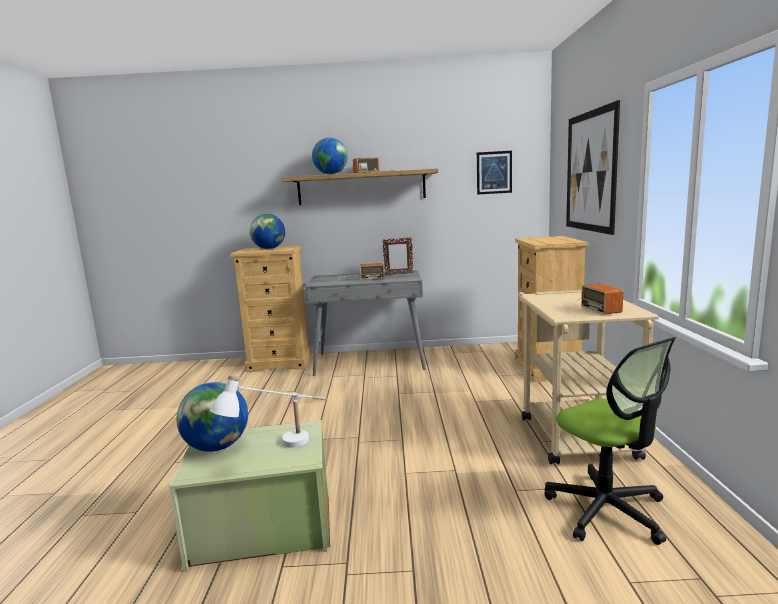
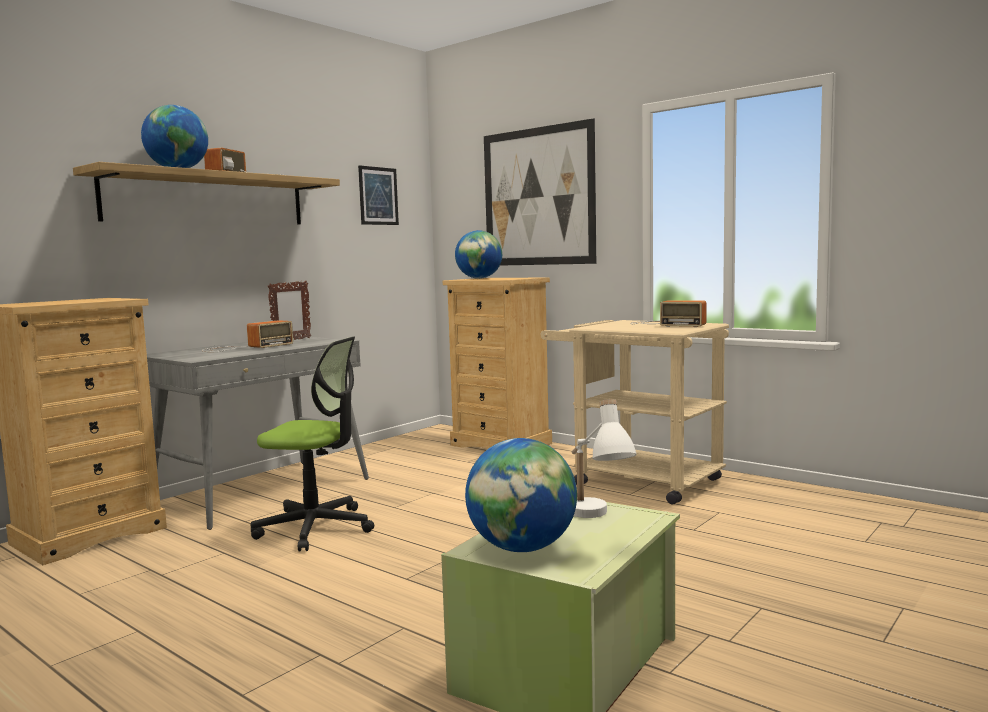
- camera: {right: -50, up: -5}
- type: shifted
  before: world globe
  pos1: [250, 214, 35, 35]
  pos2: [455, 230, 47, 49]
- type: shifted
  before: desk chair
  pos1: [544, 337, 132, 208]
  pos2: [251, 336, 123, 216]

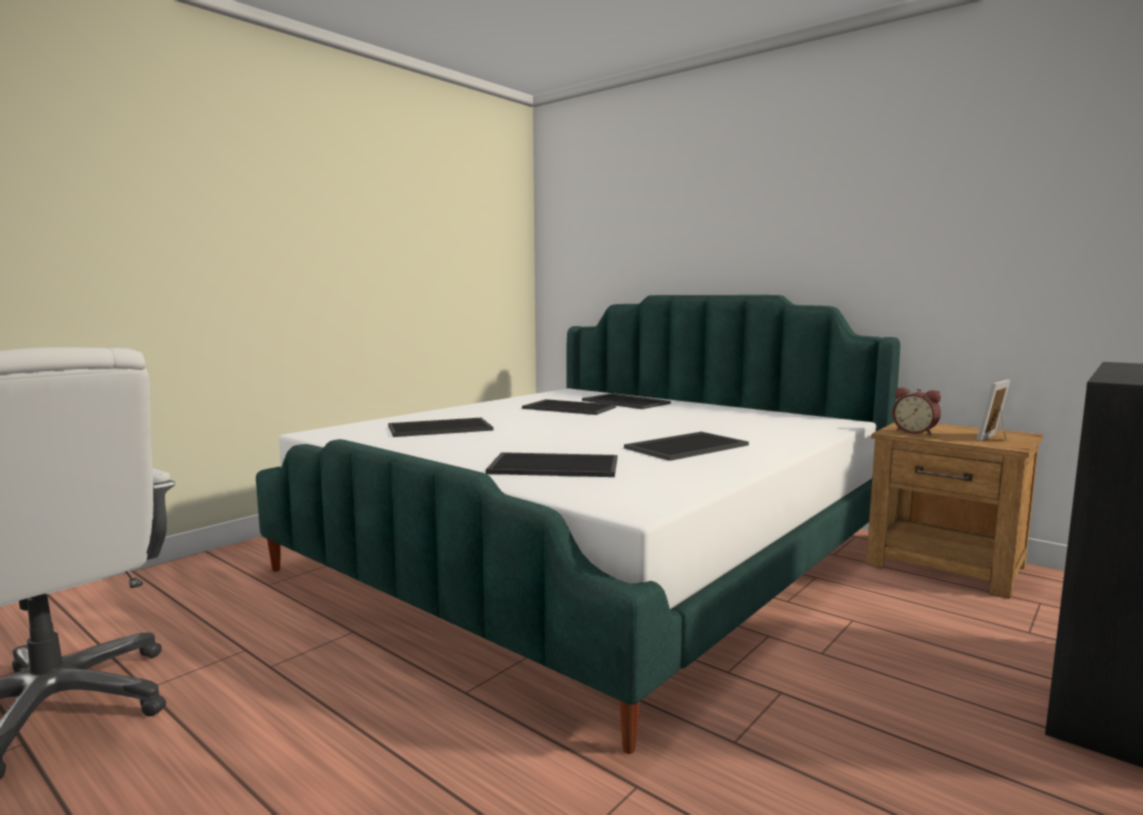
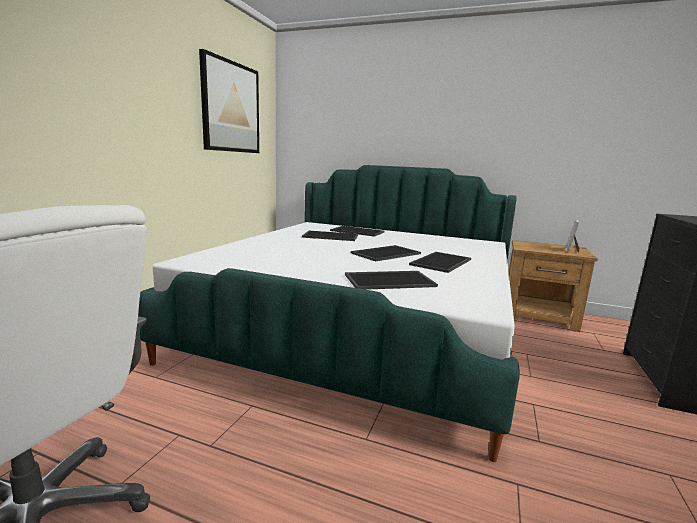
- camera: {right: -20, up: 5}
- type: shifted
  before: tray
  pos1: [388, 418, 105, 19]
  pos2: [351, 245, 70, 16]
- type: gone
  before: bedside clock
  pos1: [892, 387, 49, 48]
- type: new
  after: wall art
  pos2: [199, 49, 60, 104]

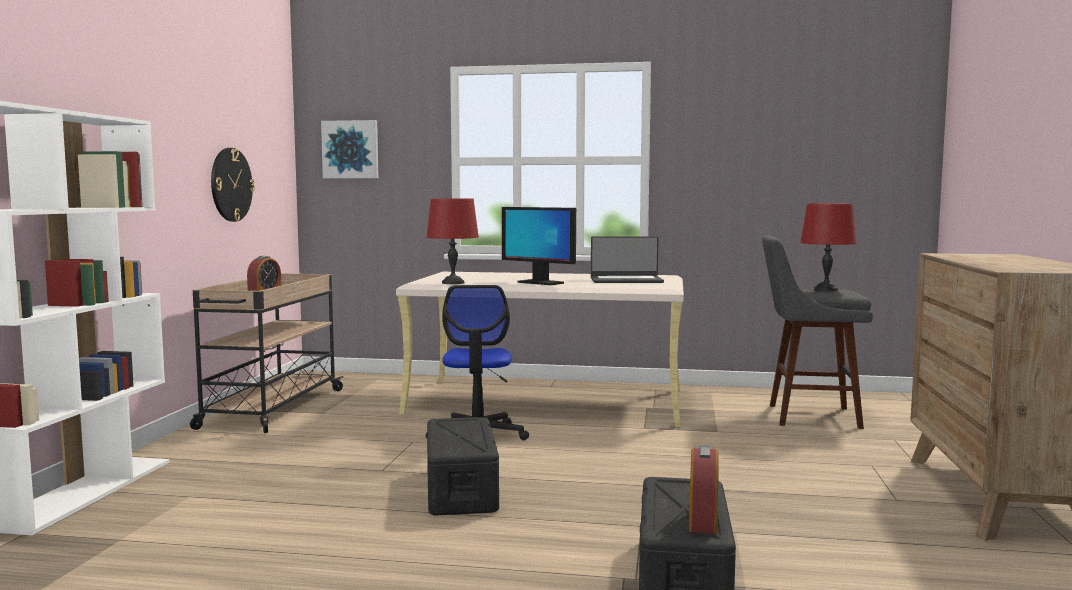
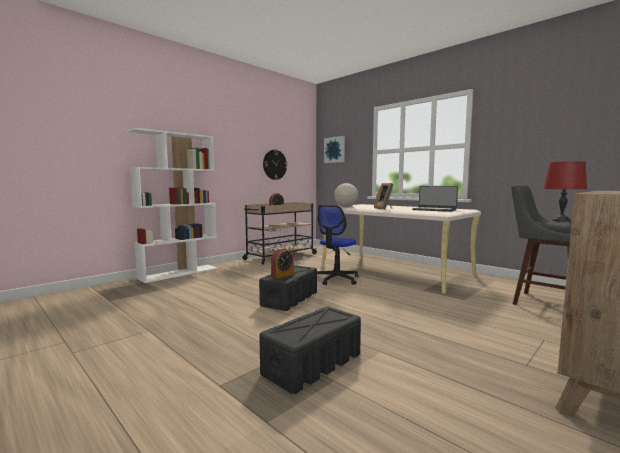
- camera: {right: 35, up: 0}
- type: swapped
  before: table lamp in red-coloured
  after: world globe
  pos1: [426, 199, 53, 85]
  pos2: [334, 183, 24, 24]
- type: swapped
  before: computer screen
  after: standing frame
  pos1: [502, 207, 74, 78]
  pos2: [374, 183, 20, 27]
- type: shifted
  before: bedside clock
  pos1: [689, 445, 30, 89]
  pos2: [271, 248, 23, 31]

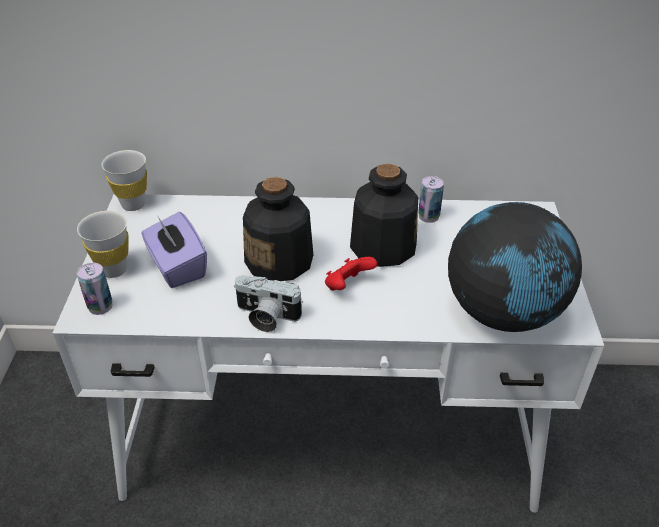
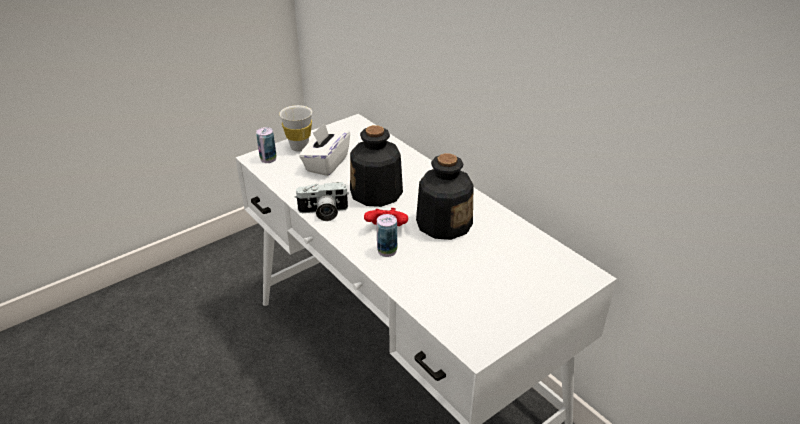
- camera: {right: 50, up: -5}
- type: gone
  before: cup in white-coloured
  pos1: [101, 150, 46, 61]
- type: repainted
  before: tissue holder in purplish
  after: tissue holder in white-coloured
  pos1: [141, 212, 66, 76]
  pos2: [299, 123, 51, 53]
- type: rotated
  before: photo camera
  pos1: [234, 275, 69, 57]
  pos2: [295, 182, 54, 39]
  turn: -75
- type: shifted
  before: sealed can
  pos1: [418, 176, 26, 47]
  pos2: [376, 214, 21, 43]
- type: gone
  before: world globe
  pos1: [448, 202, 134, 130]

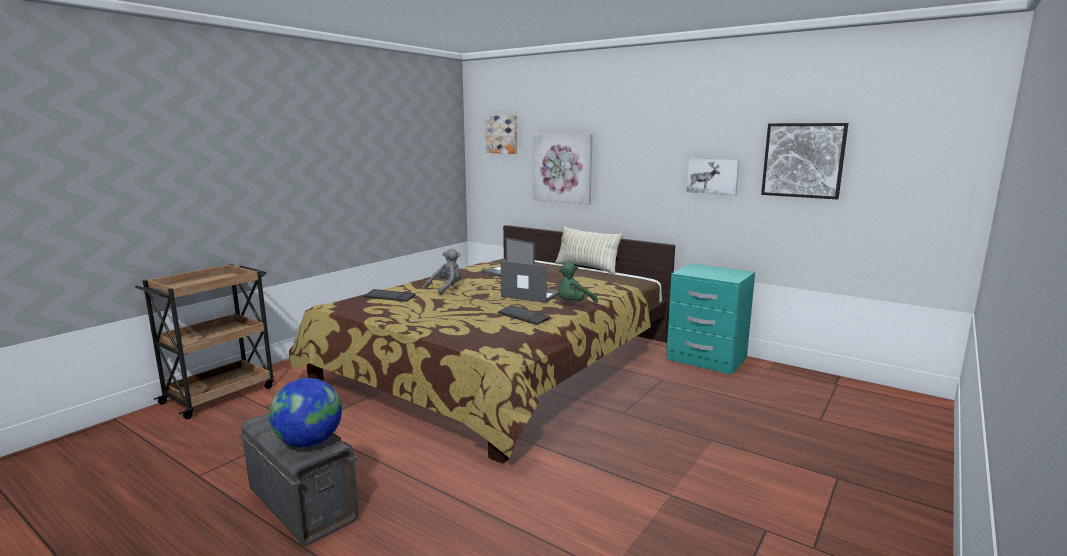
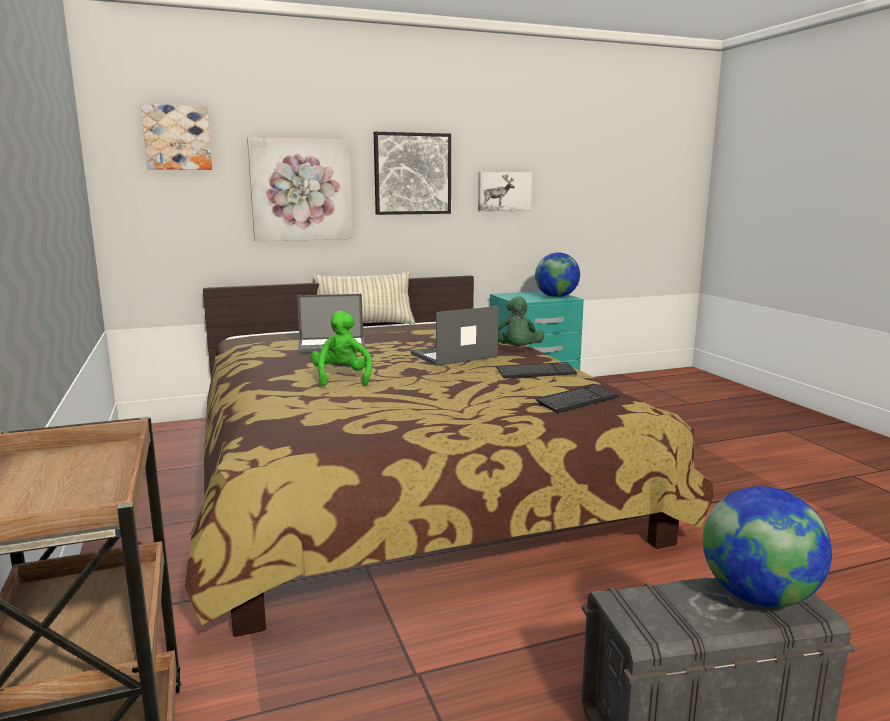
- camera: {right: -55, up: 0}
- type: shifted
  before: computer keyboard
  pos1: [364, 289, 51, 13]
  pos2: [536, 384, 83, 29]
- type: repainted
  before: soft toy in grey
  after: soft toy in green-coloured
  pos1: [424, 249, 37, 46]
  pos2: [311, 311, 61, 75]
- type: shifted
  before: wall art
  pos1: [761, 123, 87, 76]
  pos2: [374, 132, 77, 83]
- type: new
  after: world globe
  pos2: [535, 253, 45, 44]

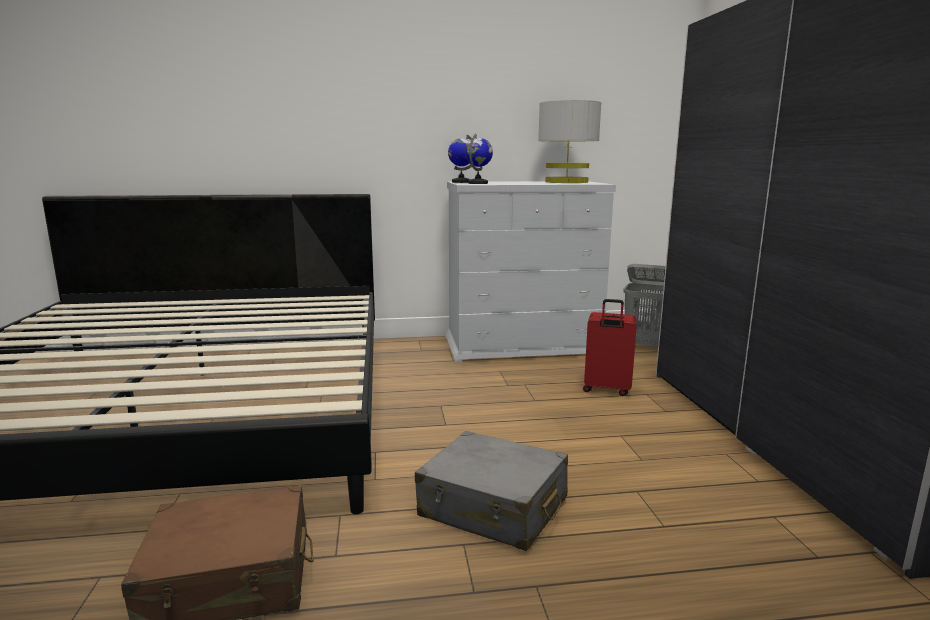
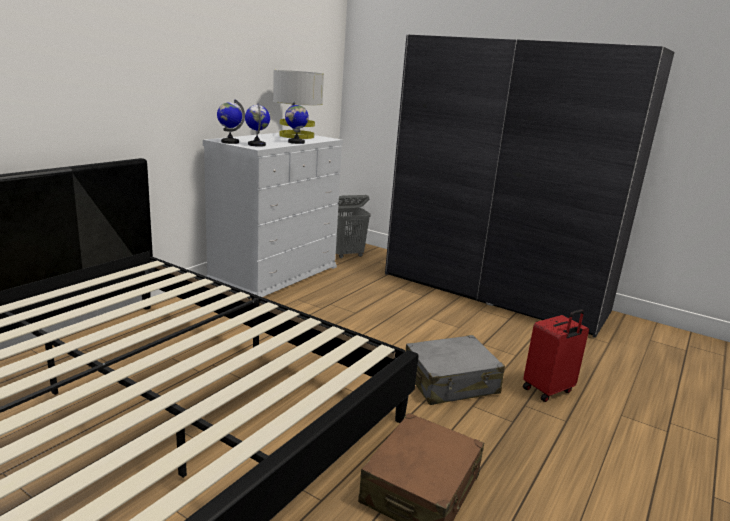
- camera: {right: -50, up: 5}
- type: shifted
  before: suitcase in red-coloured
  pos1: [583, 299, 54, 97]
  pos2: [523, 309, 66, 93]
- type: new
  after: world globe
  pos2: [285, 101, 24, 43]

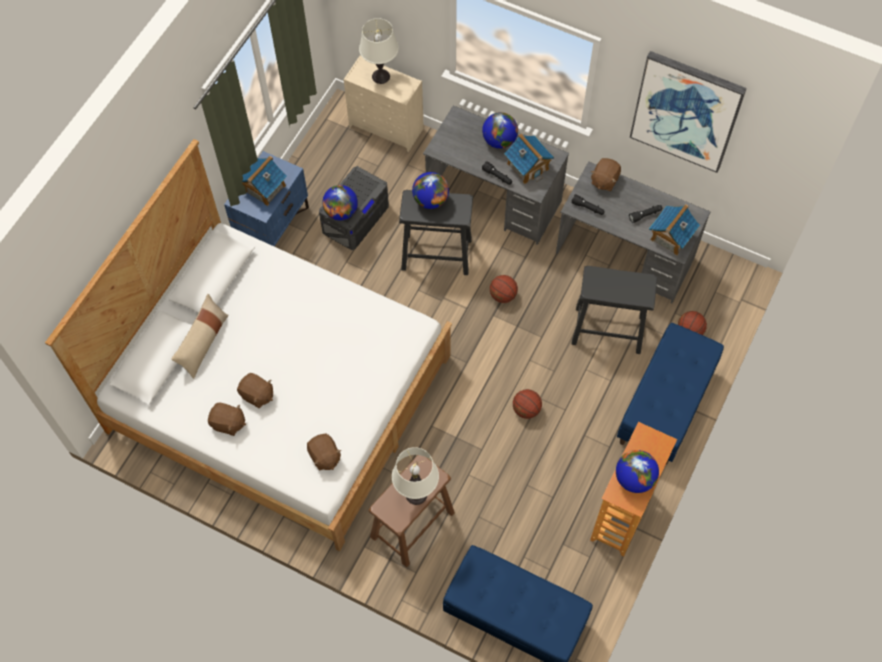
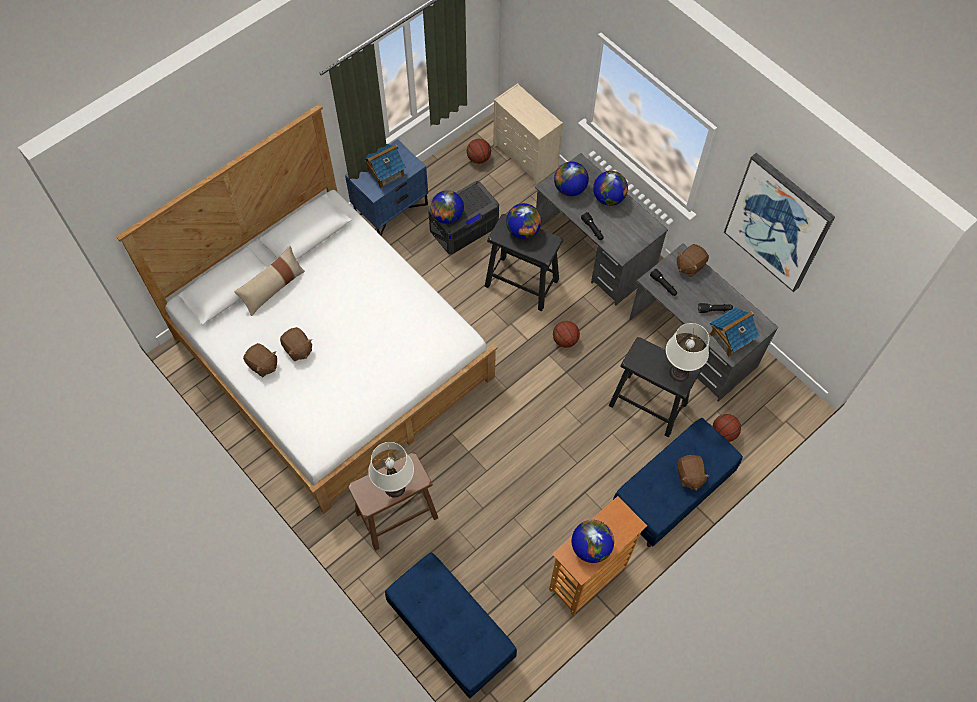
- camera: {right: 20, up: 0}
- type: shifted
  before: soft toy in brownish
  pos1: [307, 433, 34, 38]
  pos2: [678, 455, 31, 36]
- type: shifted
  before: table lamp in white-coloured
  pos1: [359, 18, 40, 66]
  pos2: [666, 323, 43, 59]
- type: gone
  before: toy house
  pos1: [504, 133, 50, 51]
- type: shifted
  before: basketball
  pos1: [513, 389, 29, 30]
  pos2: [467, 139, 24, 25]
- type: new
  after: world globe
  pos2: [554, 162, 35, 34]

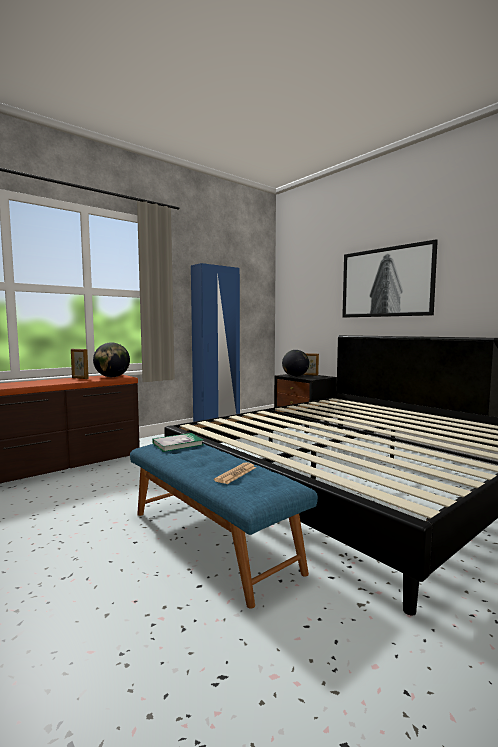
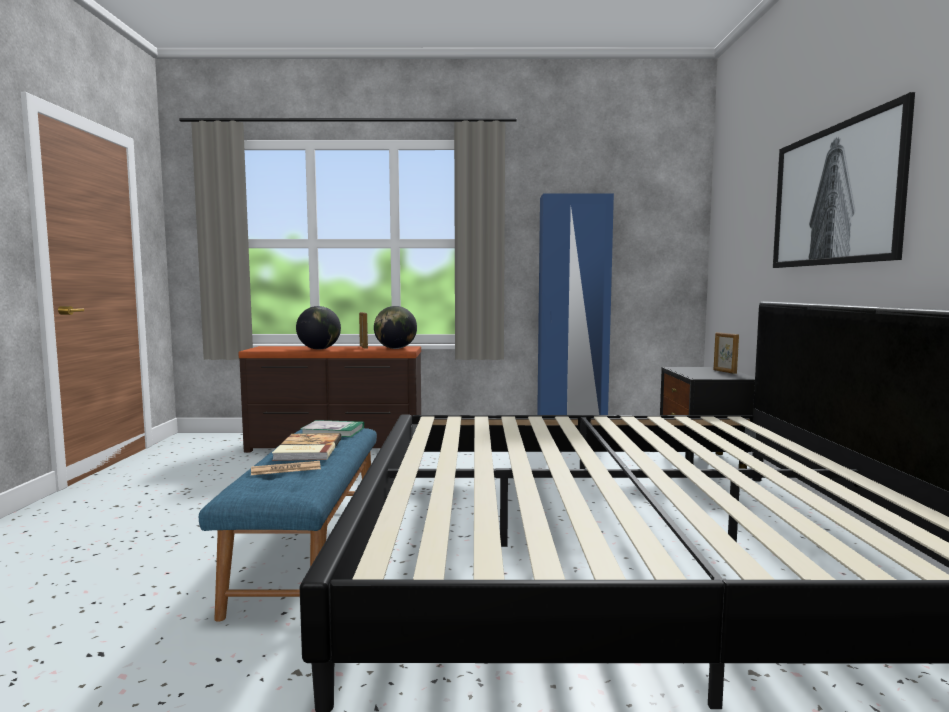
- camera: {right: 40, up: 0}
- type: shifted
  before: world globe
  pos1: [282, 350, 27, 27]
  pos2: [296, 306, 45, 44]
- type: new
  after: volume
  pos2: [272, 433, 70, 28]

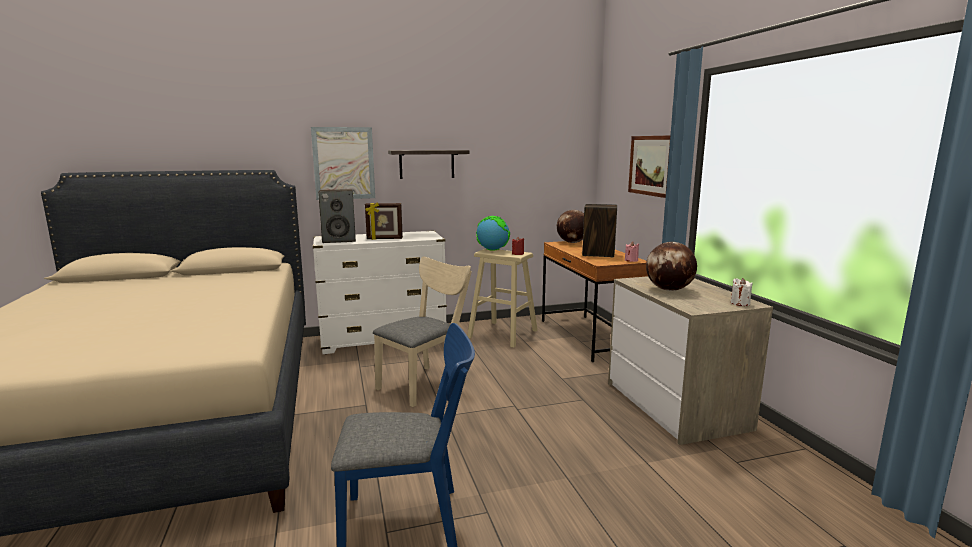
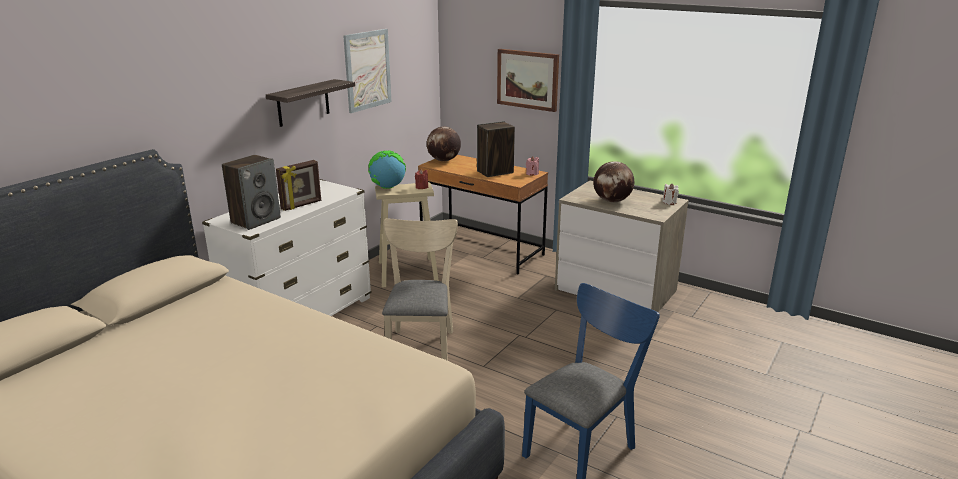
- camera: {right: -40, up: 10}
- type: shifted
  before: wall art
  pos1: [311, 127, 64, 73]
  pos2: [343, 29, 49, 84]

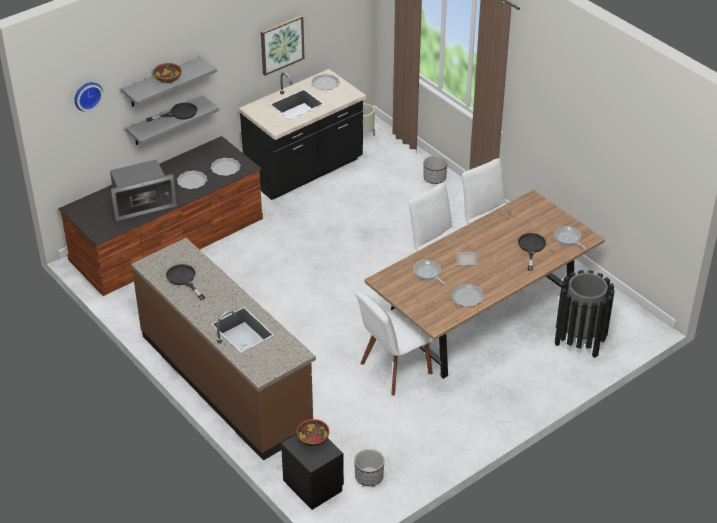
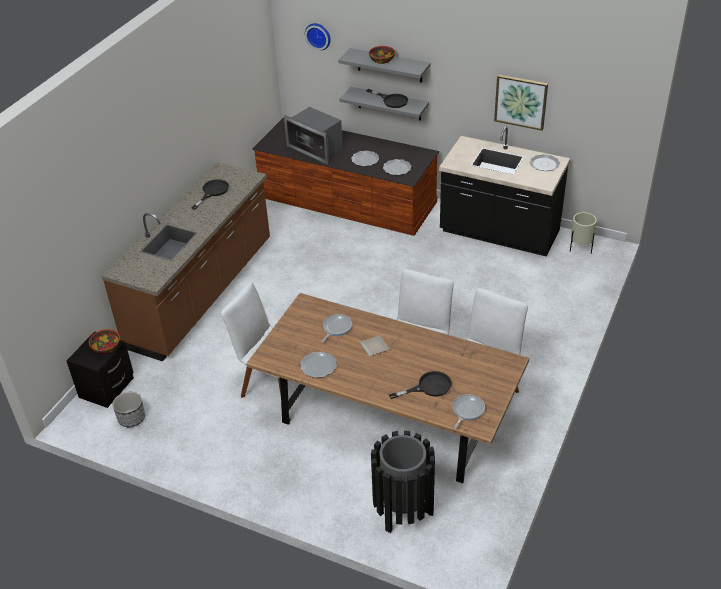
- camera: {right: 65, up: 0}
- type: gone
  before: planter
  pos1: [424, 155, 23, 29]

